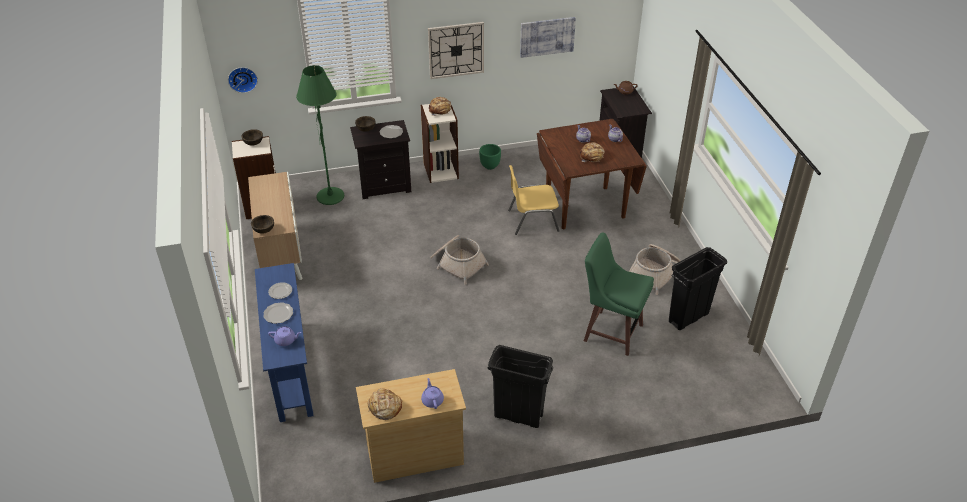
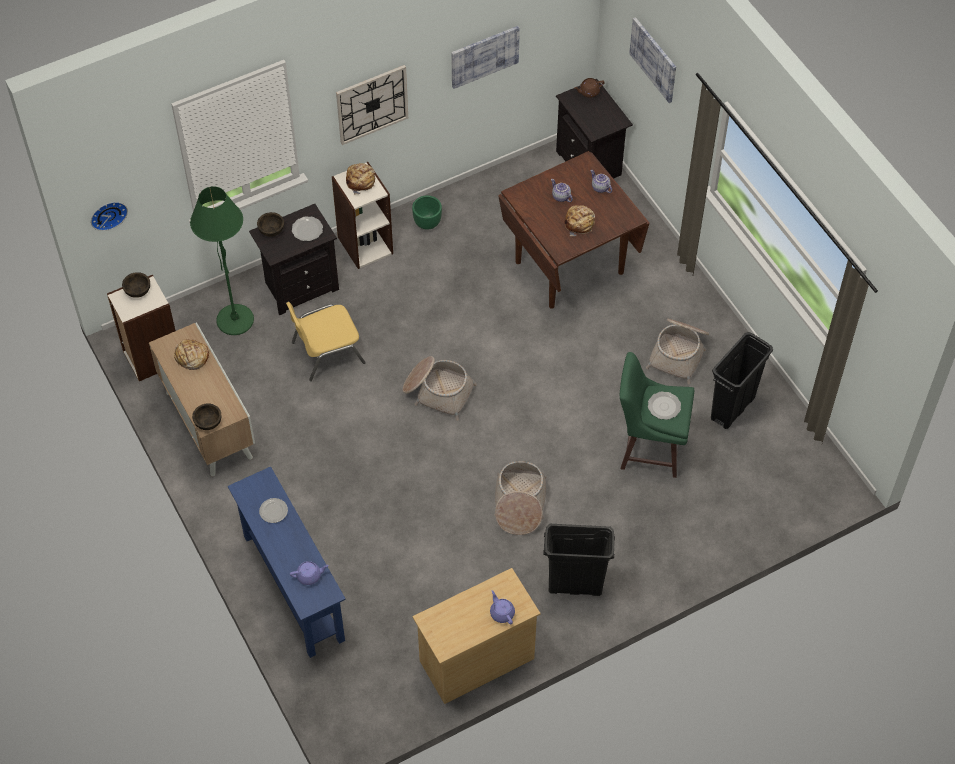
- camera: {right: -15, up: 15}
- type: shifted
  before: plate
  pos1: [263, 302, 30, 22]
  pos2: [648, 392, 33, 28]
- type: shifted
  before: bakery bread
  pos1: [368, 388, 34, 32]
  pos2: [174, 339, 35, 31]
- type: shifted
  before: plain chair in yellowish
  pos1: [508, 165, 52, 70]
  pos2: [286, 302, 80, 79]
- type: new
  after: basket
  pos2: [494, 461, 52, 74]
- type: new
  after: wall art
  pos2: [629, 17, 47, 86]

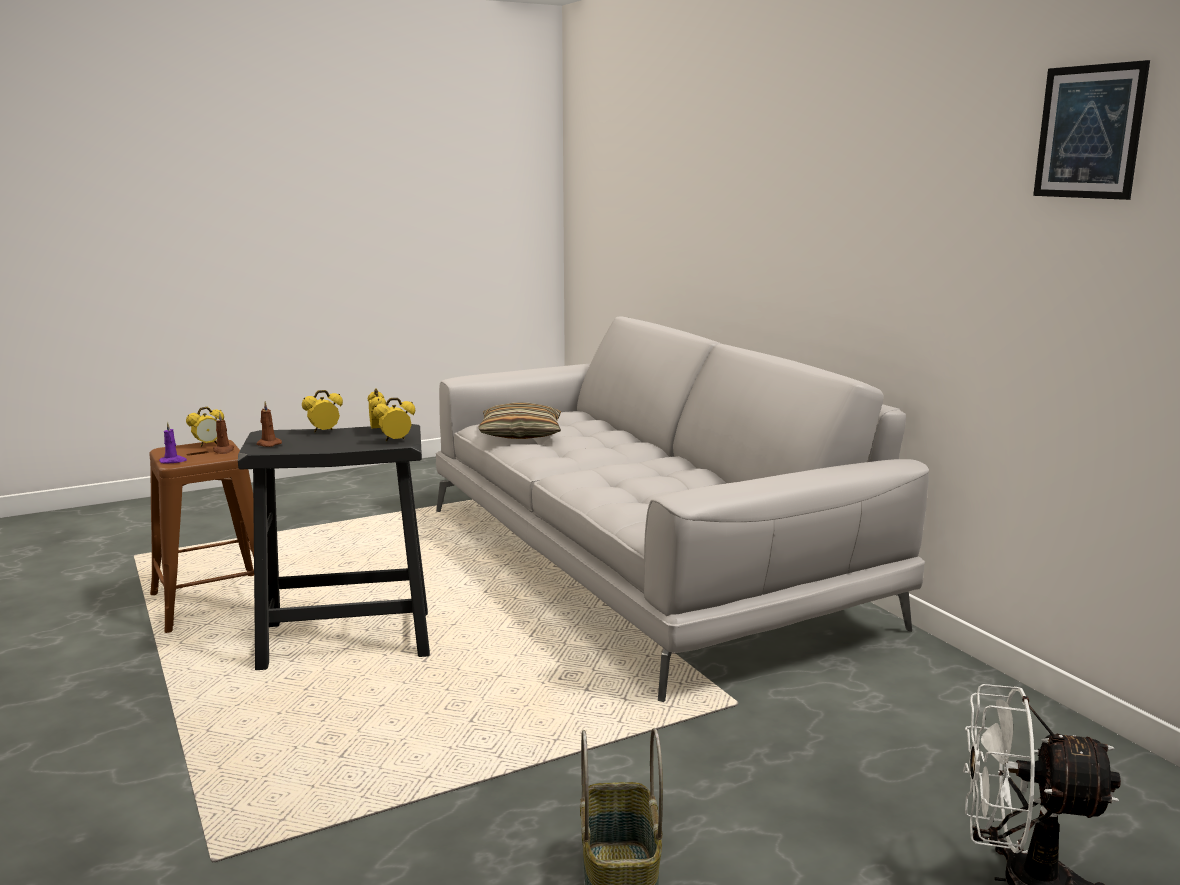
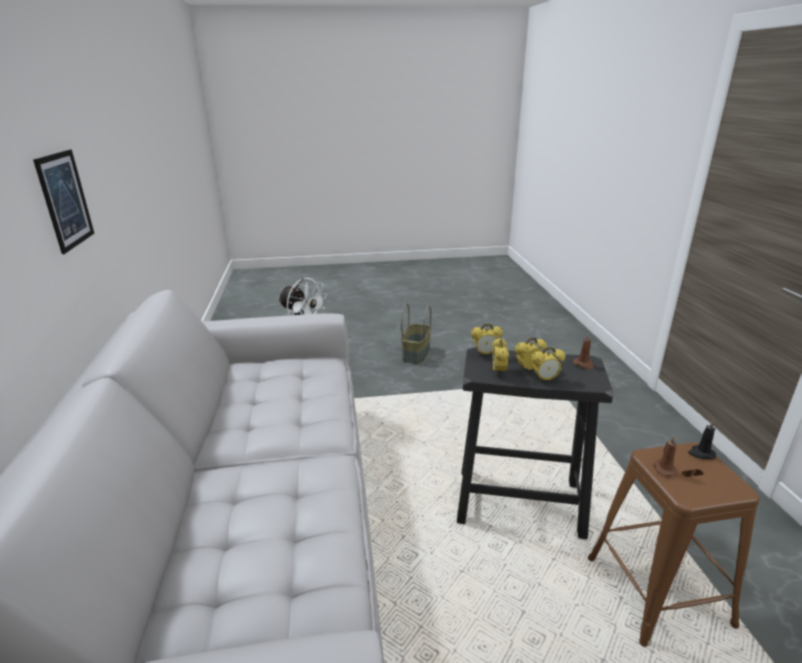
- camera: {right: -160, up: 10}
- type: repainted
  before: candle in purplish
  after: candle in blackish
  pos1: [159, 422, 28, 42]
  pos2: [688, 421, 28, 39]
- type: shifted
  before: bedside clock
  pos1: [186, 407, 38, 40]
  pos2: [515, 337, 32, 33]
- type: gone
  before: pillow
  pos1: [479, 403, 82, 36]
- type: shifted
  before: wall art
  pos1: [1033, 60, 117, 140]
  pos2: [33, 149, 61, 105]

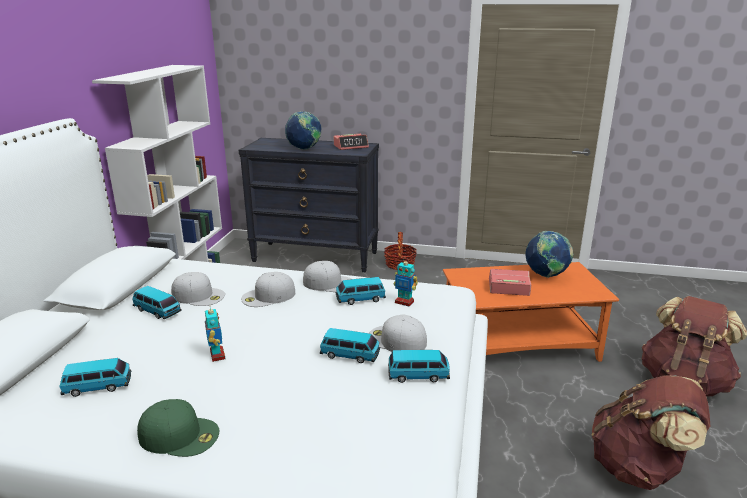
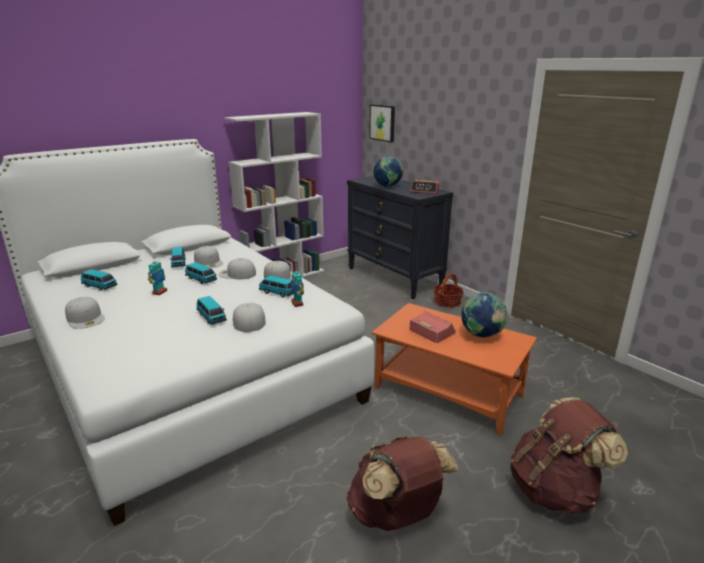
- camera: {right: 40, up: 0}
- type: repainted
  before: cap in green-coloured
  after: cap in white-coloured
  pos1: [137, 399, 82, 58]
  pos2: [65, 297, 40, 32]
- type: shifted
  before: miniature car
  pos1: [388, 350, 62, 33]
  pos2: [185, 262, 32, 22]
- type: new
  after: wall art
  pos2: [369, 104, 26, 38]

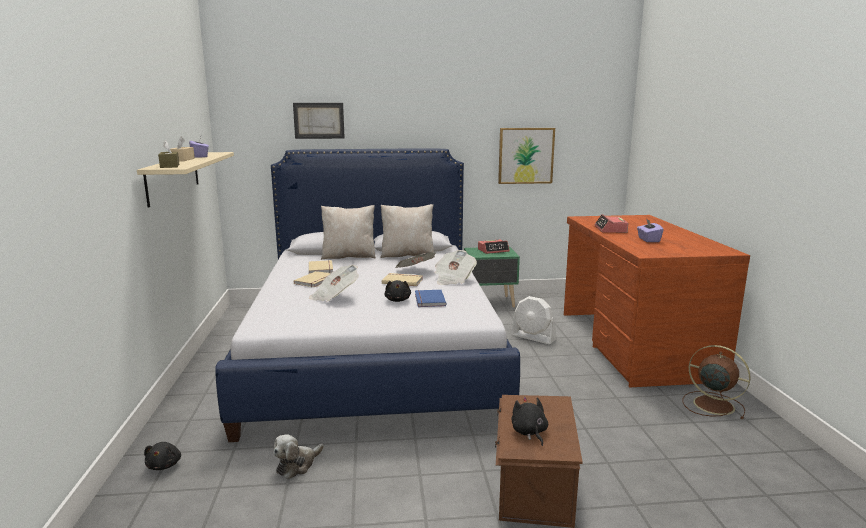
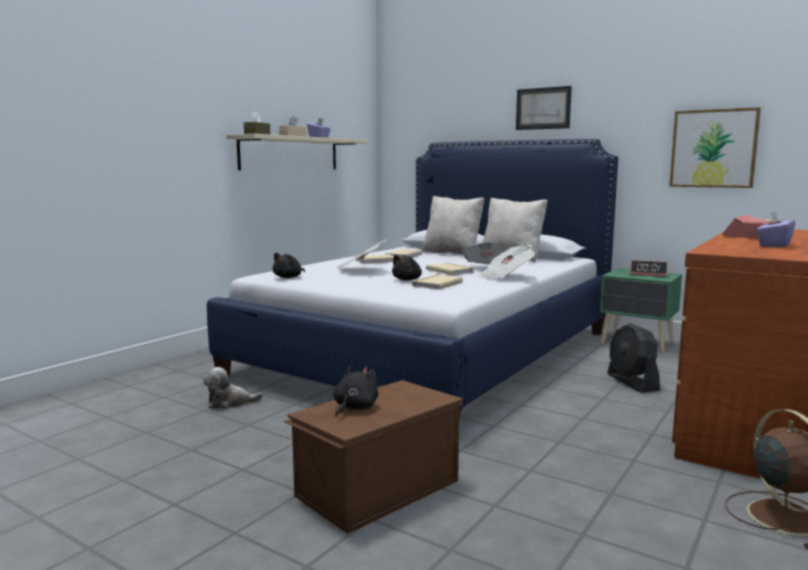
- camera: {right: 40, up: -5}
- type: shifted
  before: soft toy in blackish
  pos1: [144, 442, 37, 28]
  pos2: [273, 253, 32, 25]
- type: shifted
  before: wall art
  pos1: [293, 103, 52, 36]
  pos2: [516, 86, 56, 44]
- type: repainted
  before: volume in blue
  after: volume in beige
  pos1: [415, 290, 31, 17]
  pos2: [411, 274, 52, 15]
- type: repainted
  before: cooling fan in white-coloured
  after: cooling fan in blackish
  pos1: [511, 296, 45, 48]
  pos2: [607, 323, 53, 70]

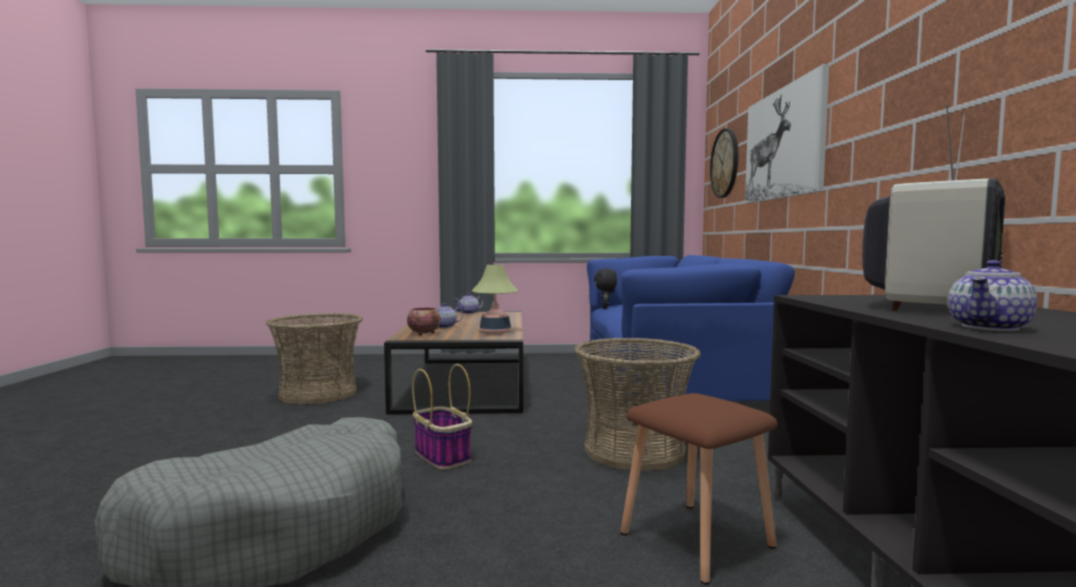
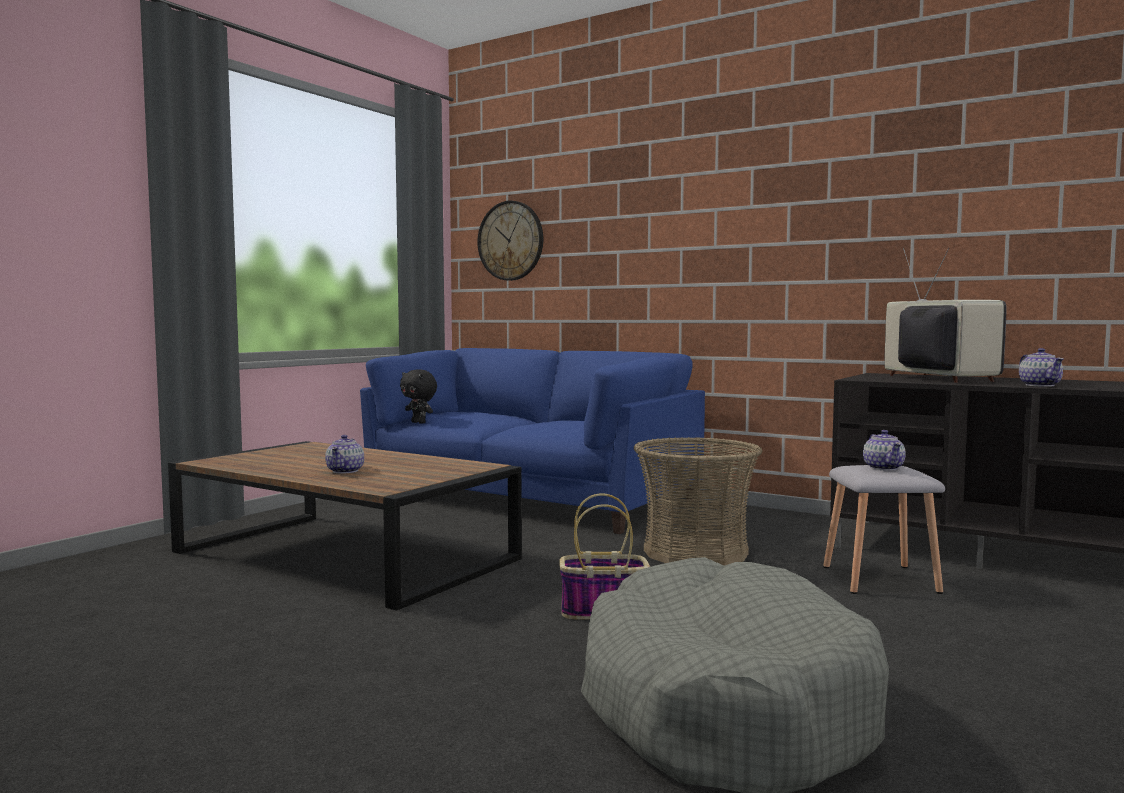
- camera: {right: -55, up: 0}
- type: gone
  before: basket
  pos1: [266, 313, 97, 92]
- type: gone
  before: bowl
  pos1: [407, 307, 34, 29]
- type: shifted
  before: pot for tea
  pos1: [454, 293, 29, 21]
  pos2: [863, 430, 43, 41]
- type: gone
  before: table lamp
  pos1: [472, 262, 47, 72]
- type: repainted
  before: stool in brownish
  after: stool in grey
  pos1: [621, 393, 157, 192]
  pos2: [823, 465, 122, 129]
- type: gone
  before: wall art
  pos1: [745, 64, 84, 139]

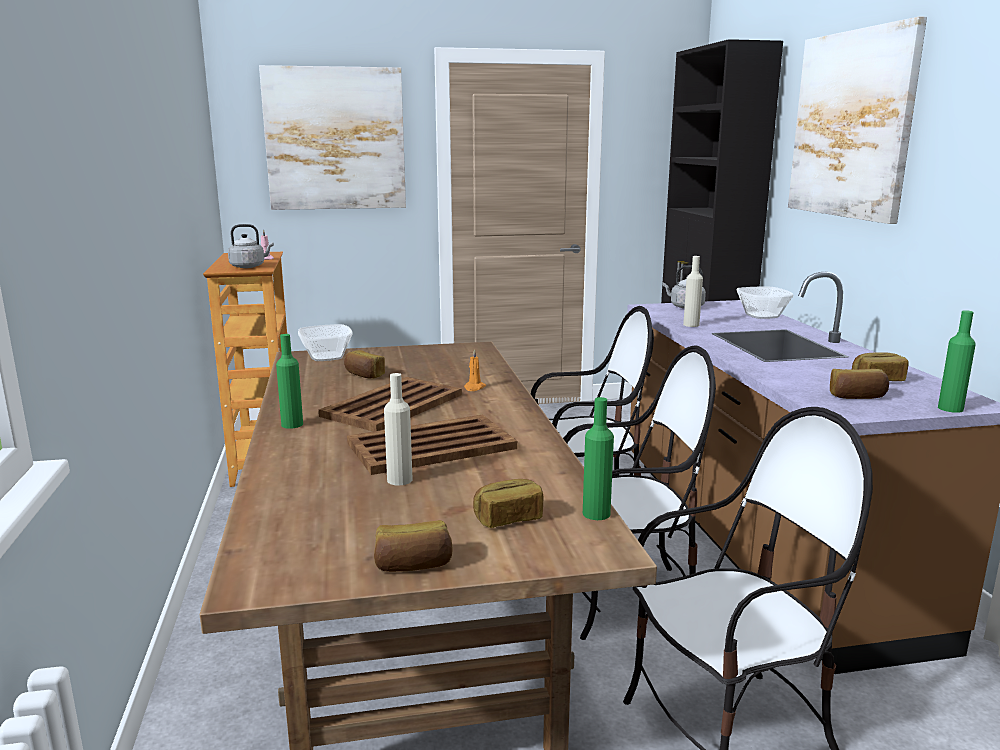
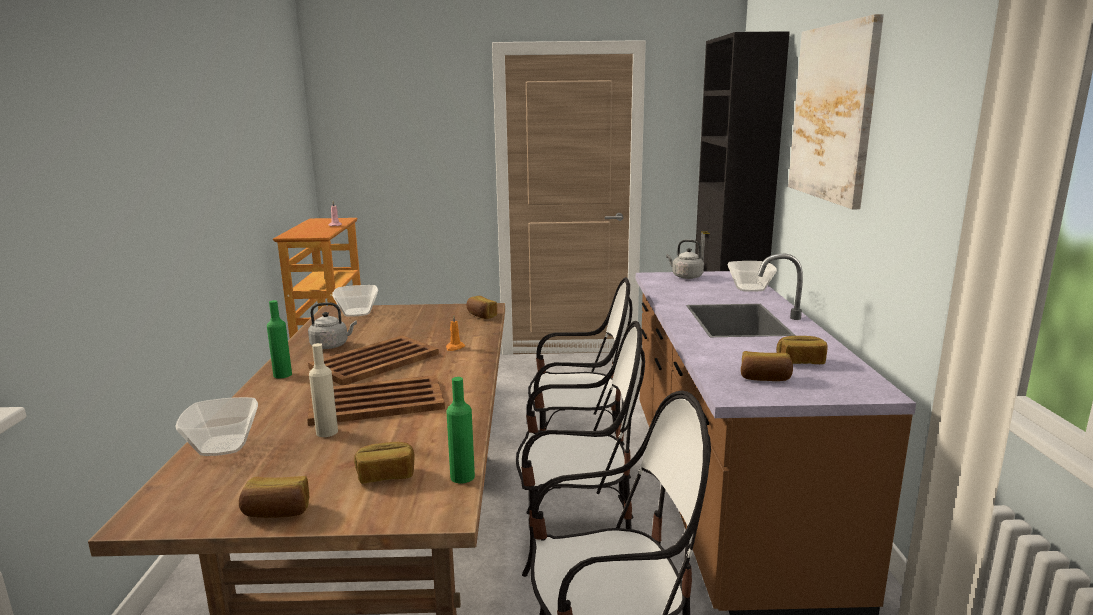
- camera: {right: 10, up: 0}
- type: shifted
  before: water kettle in grey
  pos1: [228, 224, 46, 44]
  pos2: [308, 302, 49, 47]
- type: gone
  before: wall art
  pos1: [259, 65, 147, 145]
- type: shifted
  before: bakery bread
  pos1: [344, 350, 41, 29]
  pos2: [466, 296, 31, 23]
- type: gone
  before: drink bottle in beige
  pos1: [683, 256, 20, 71]
- type: gone
  before: drink bottle in green-coloured
  pos1: [938, 310, 38, 103]
- type: new
  after: bowl
  pos2: [176, 397, 82, 59]

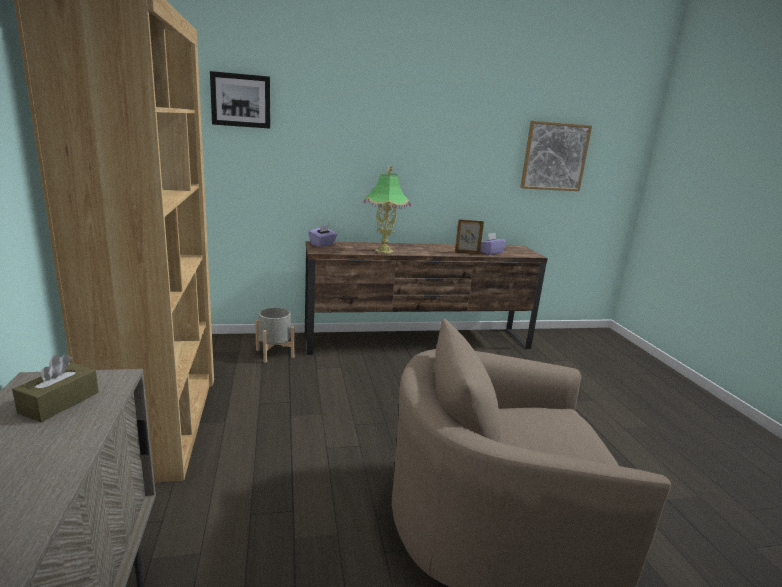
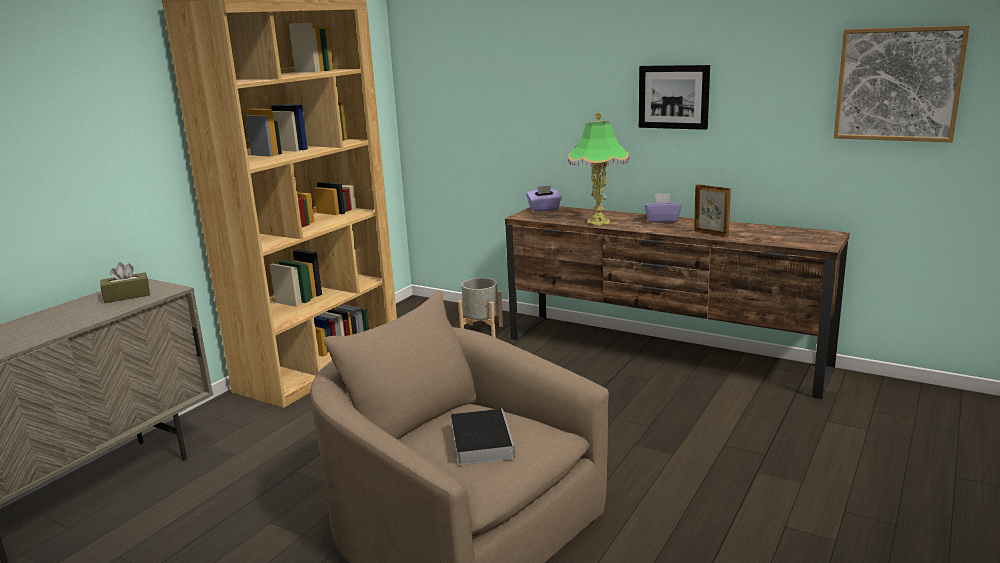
- camera: {right: 45, up: 0}
- type: shifted
  before: wall art
  pos1: [210, 71, 60, 58]
  pos2: [639, 65, 71, 65]
- type: shifted
  before: tissue holder in purplish
  pos1: [480, 233, 27, 22]
  pos2: [644, 193, 38, 30]
- type: new
  after: volume
  pos2: [451, 409, 64, 56]

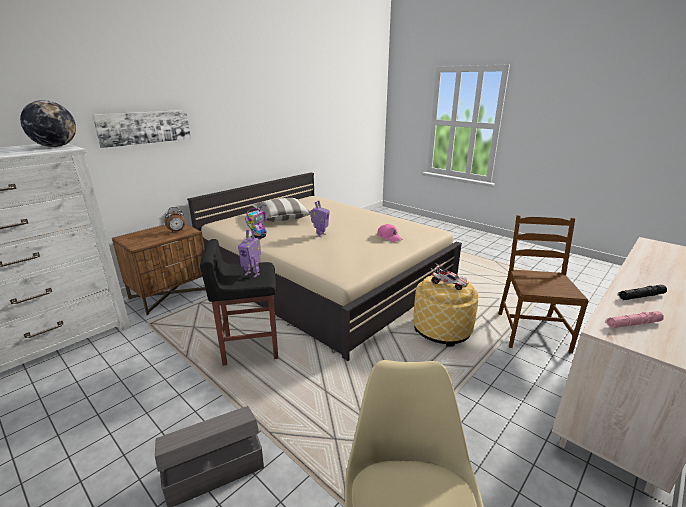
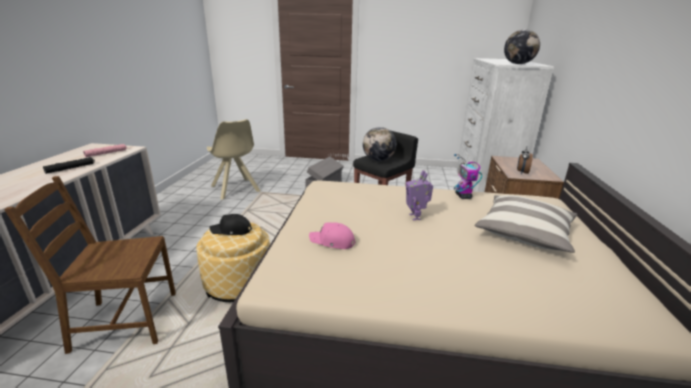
- camera: {right: 145, up: 0}
- type: gone
  before: wall art
  pos1: [92, 110, 99, 38]
- type: swapped
  before: model robot
  after: world globe
  pos1: [238, 230, 23, 47]
  pos2: [363, 127, 33, 34]
- type: swapped
  before: miniature car
  after: cap in blackish
  pos1: [431, 263, 38, 27]
  pos2: [209, 214, 43, 21]
- type: rotated
  before: plain chair in brownish
  pos1: [498, 215, 91, 139]
  pos2: [4, 176, 172, 178]
  turn: 105

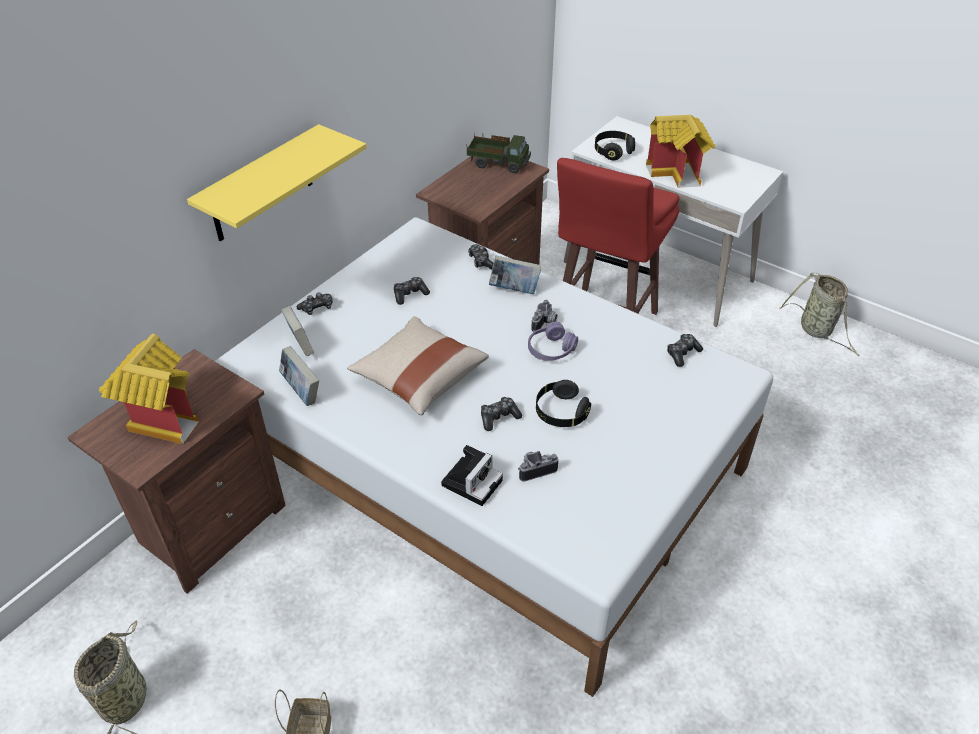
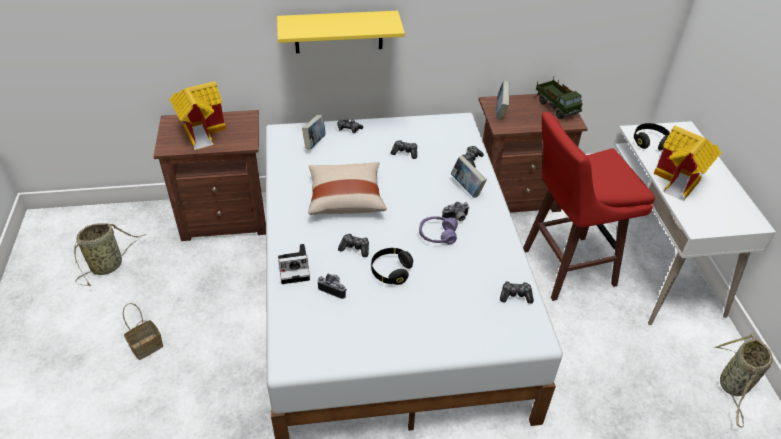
- camera: {right: 45, up: 0}
- type: shifted
  before: volume
  pos1: [279, 346, 40, 60]
  pos2: [496, 81, 13, 39]

